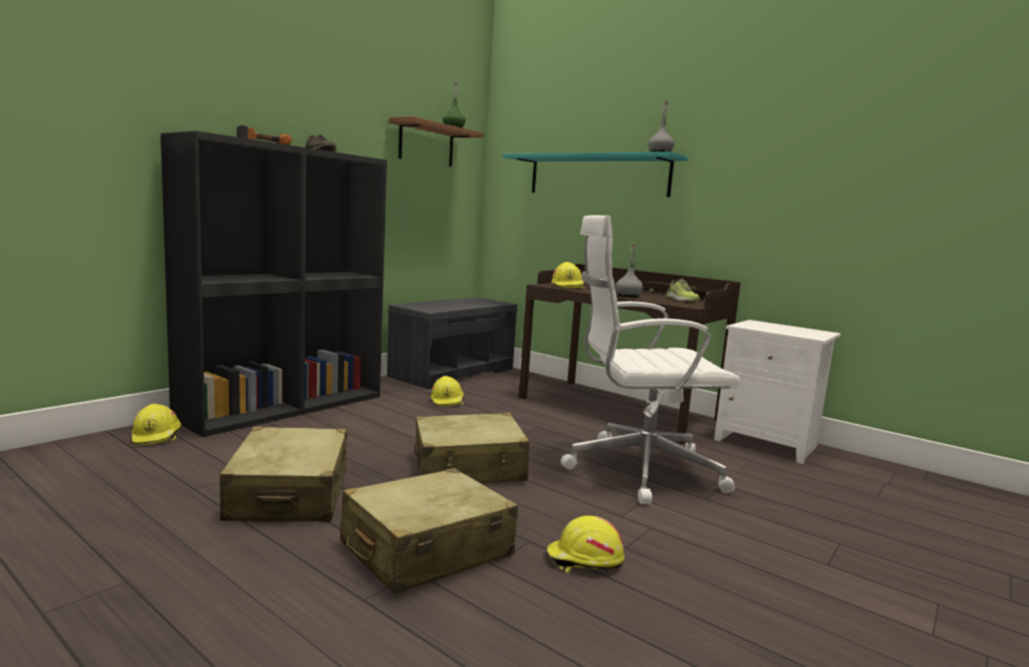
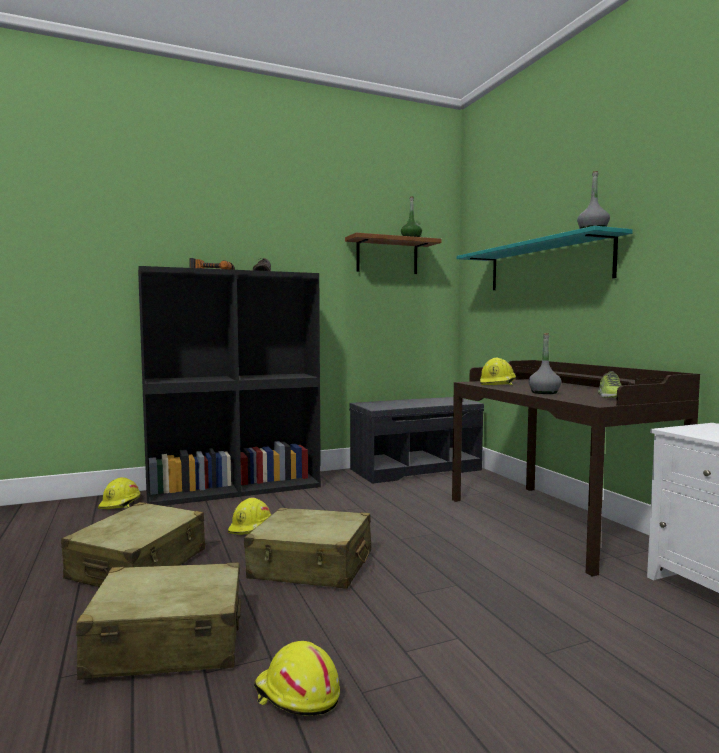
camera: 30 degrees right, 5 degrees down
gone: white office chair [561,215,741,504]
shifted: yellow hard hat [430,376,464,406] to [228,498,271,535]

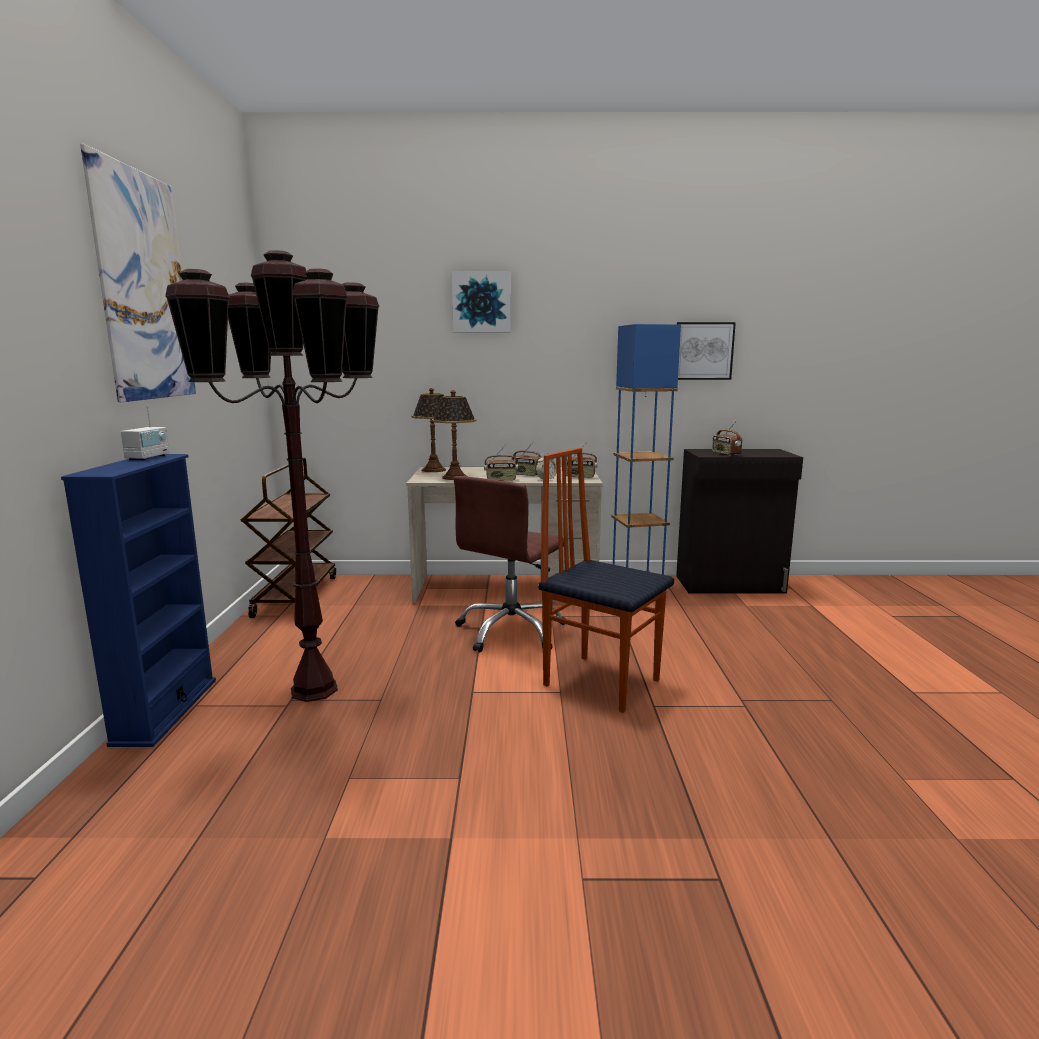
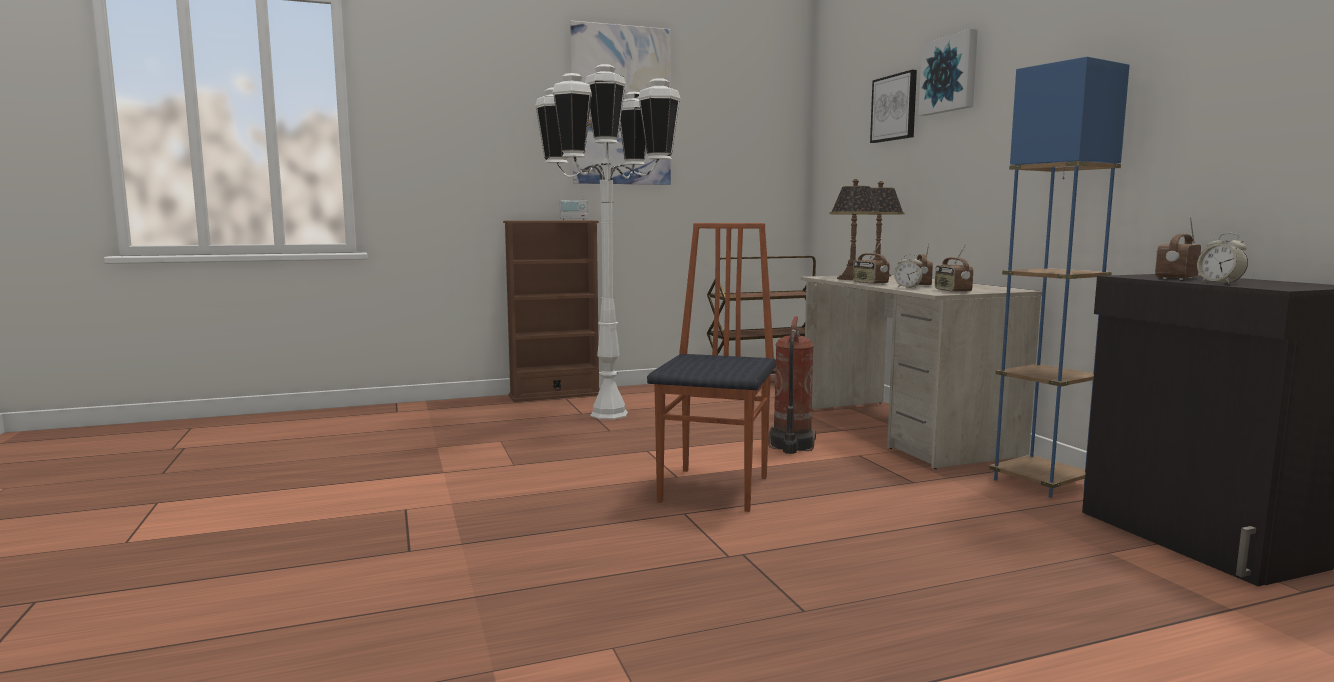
camera: 70 degrees right, 5 degrees down
new: alarm clock [1197,233,1248,284]
shifted: picture [677,322,736,380] to [870,70,917,143]
swapped: brown office chair [454,476,565,652] to fire extinguisher [768,316,816,454]
repainted: blue bookcase [61,454,216,747] to brown bookcase [503,220,599,402]; brown floor lamp [165,250,379,702] to white floor lamp [535,64,681,419]

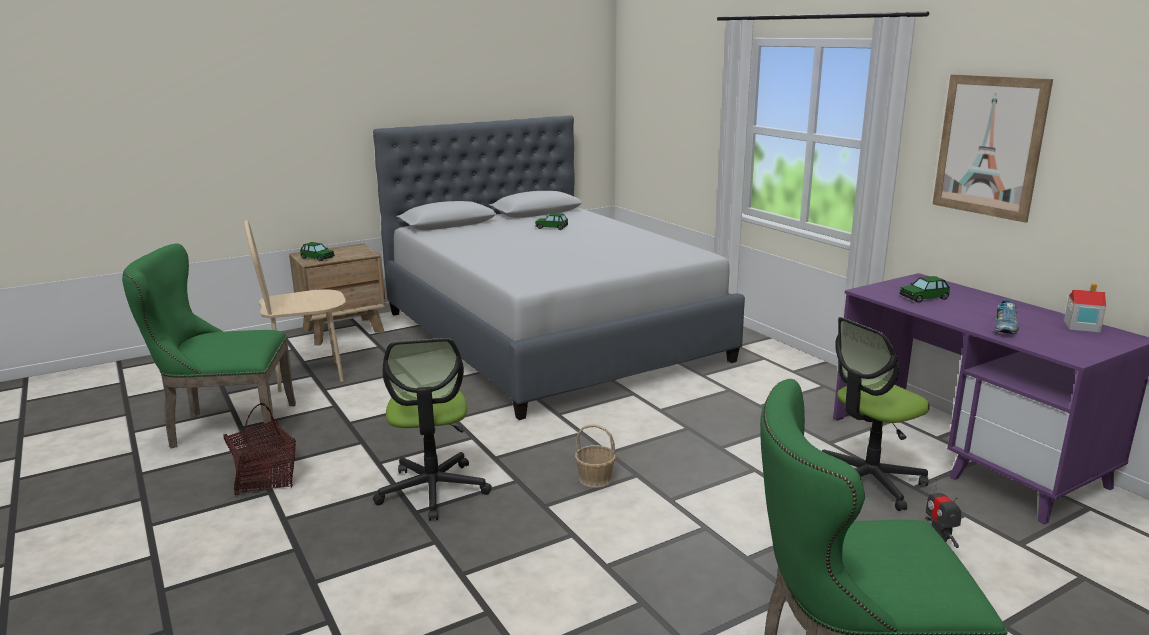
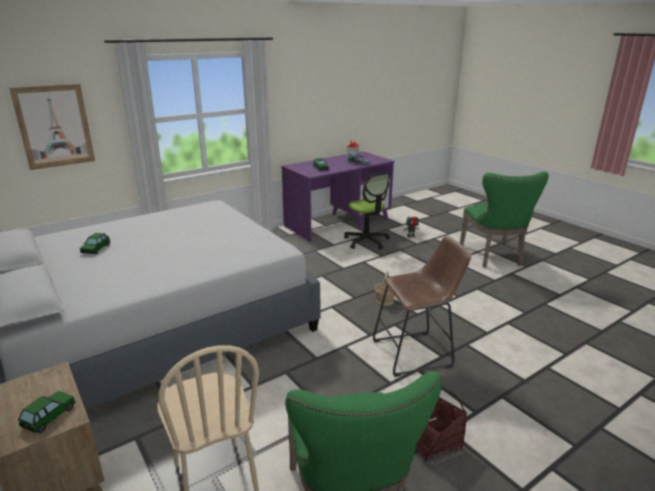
camera: 95 degrees left, 5 degrees up
shifted: picture [933,74,1053,223] to [9,84,95,170]
swapped: office chair [373,338,492,521] to brown stool [373,235,471,377]

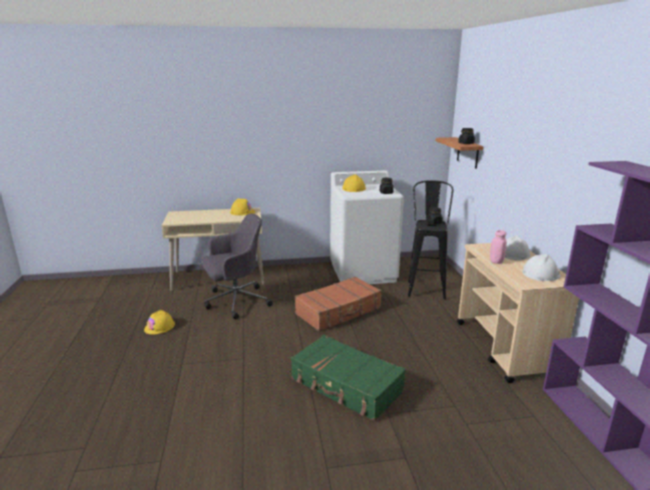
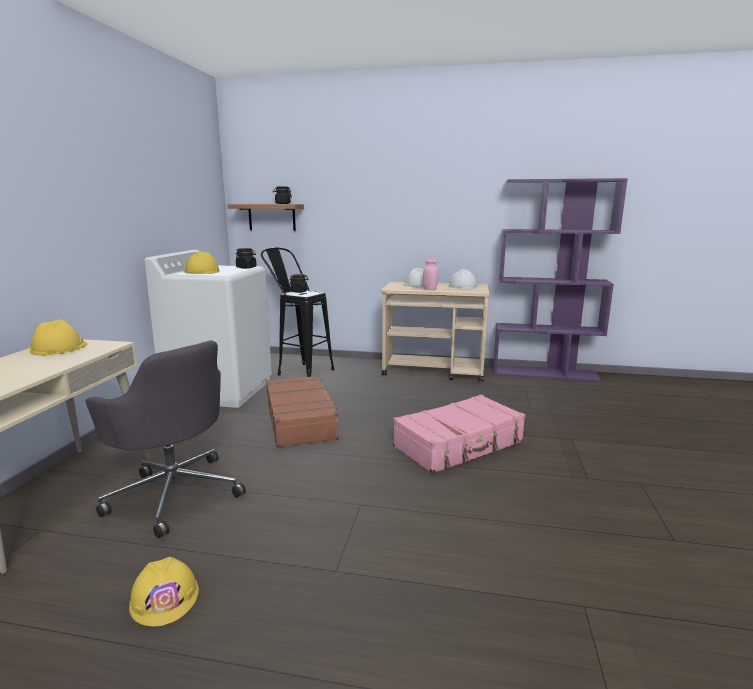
camera: 70 degrees left, 5 degrees down
repainted: green suitcase [291,335,406,422] to pink suitcase [393,395,525,474]
rotated: grey office chair [201,214,273,319] = [85,340,246,538] 135 degrees clockwise

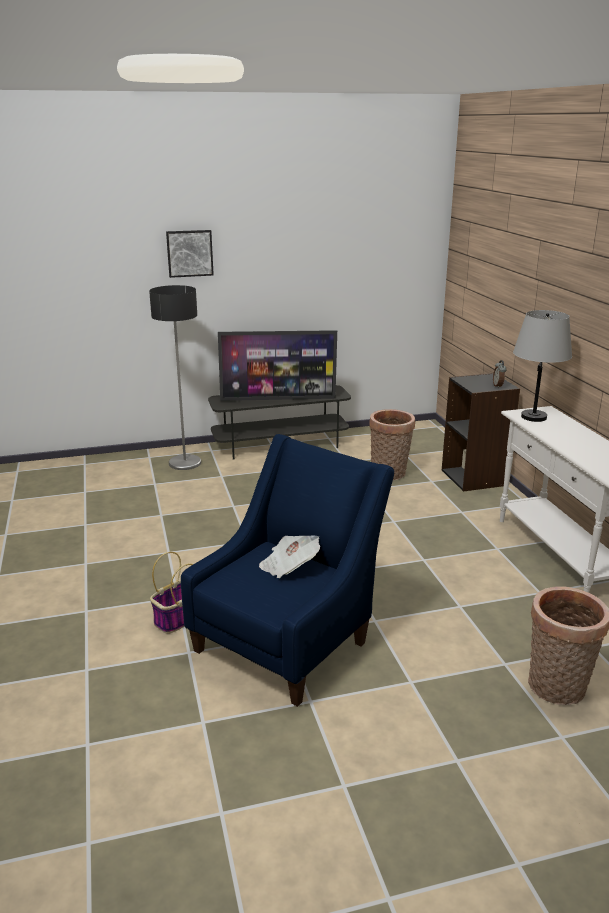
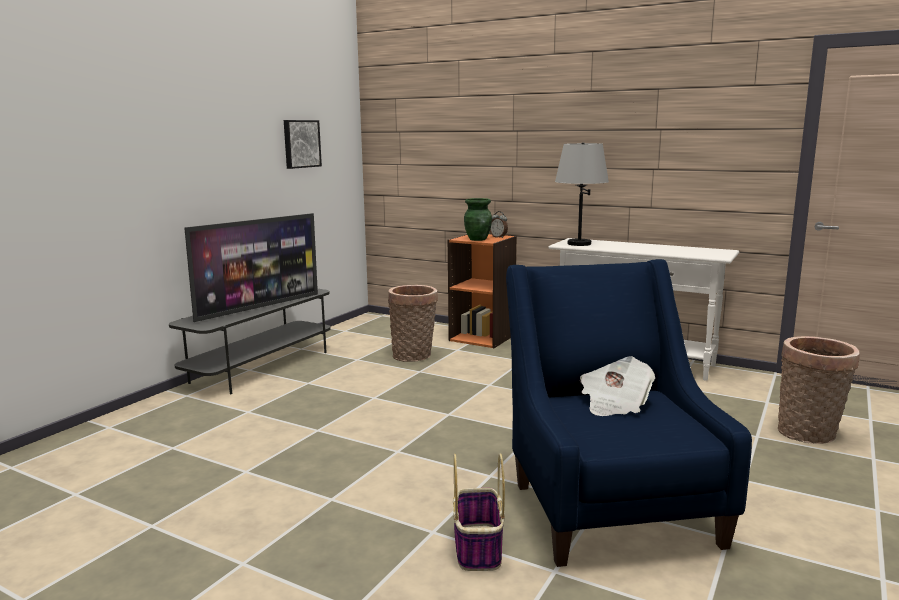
camera: 45 degrees left, 10 degrees down
gone: floor lamp [149,285,201,470]
new: green vase [464,198,492,241]
shifted: picture [166,230,214,278] to [284,120,322,169]
repainted: black bookcase [442,373,520,492] to orange bookcase [448,234,517,348]

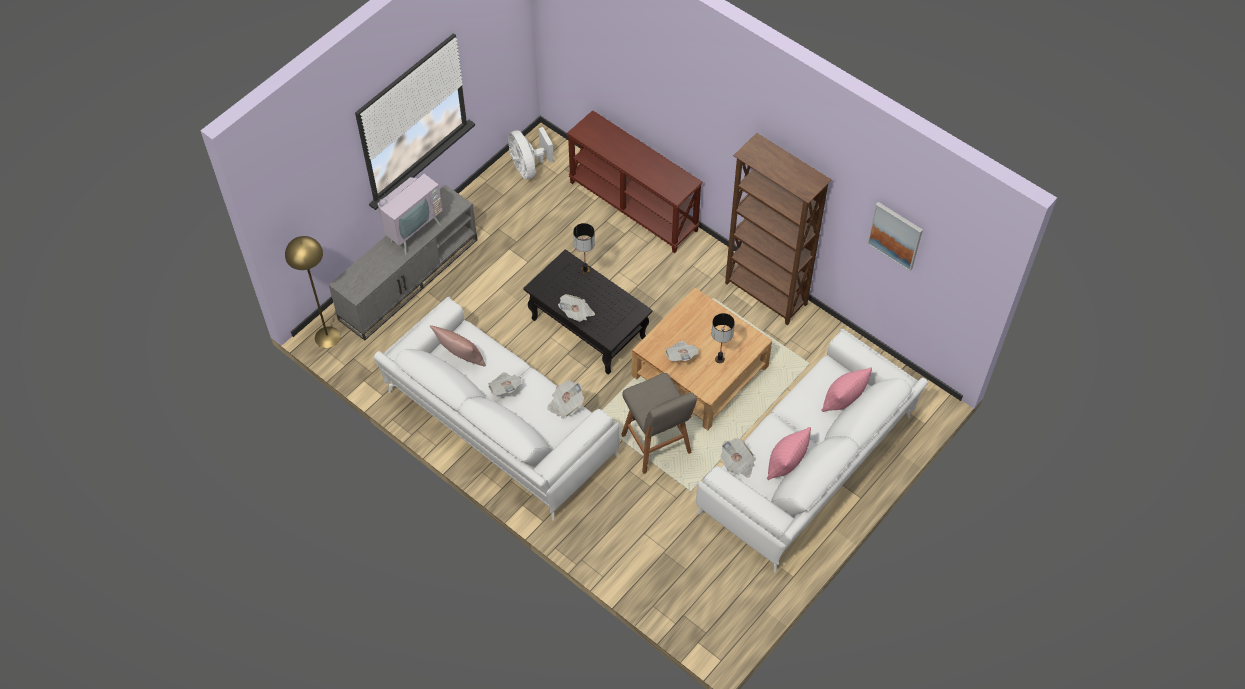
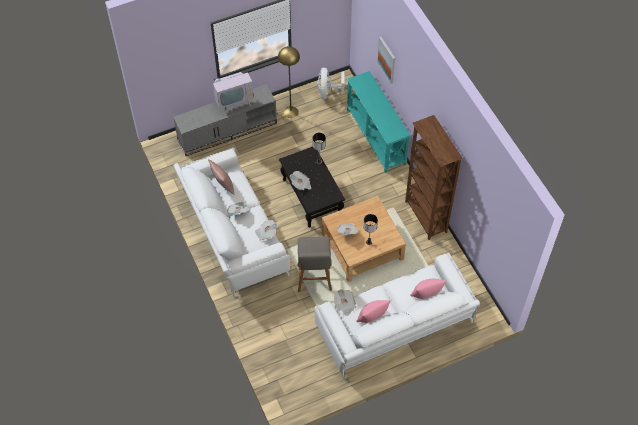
camera: 25 degrees right, 0 degrees up
shifted: yellow floor lamp [285,236,341,348] to [278,46,300,118]; picture [867,202,923,271] to [377,37,395,83]
repainted: brown console table [567,110,702,253] to turquoise console table [347,71,411,173]

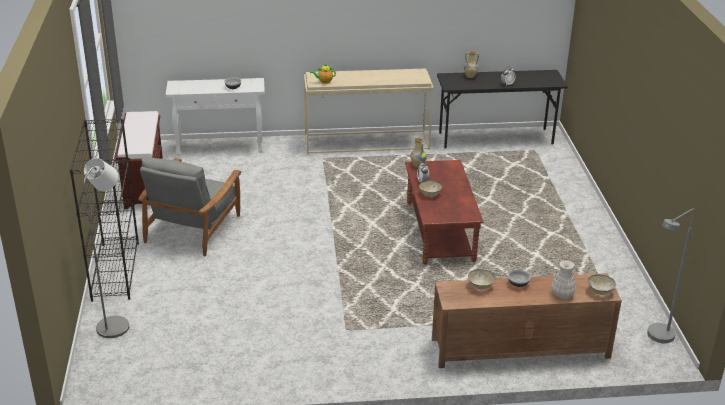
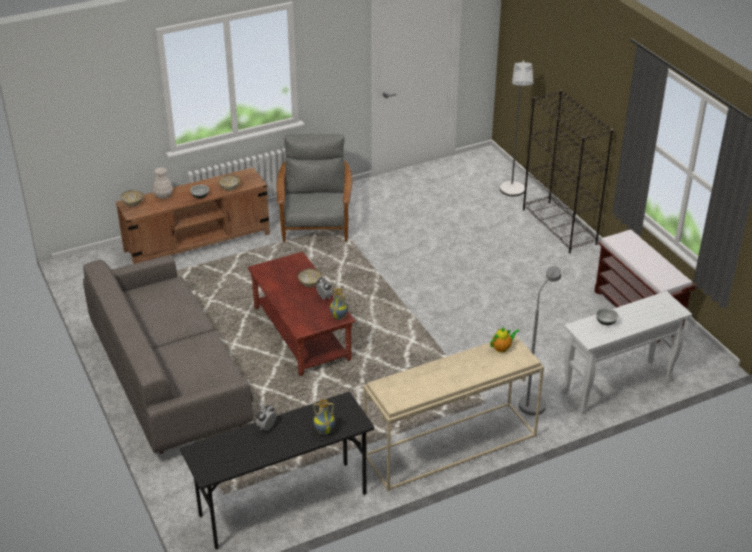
camera: 160 degrees right, 5 degrees up
new: grey sofa [83,255,253,454]
shifted: grey armchair [138,156,241,256] to [276,134,352,242]; grey floor lamp [647,208,695,343] to [519,266,561,416]

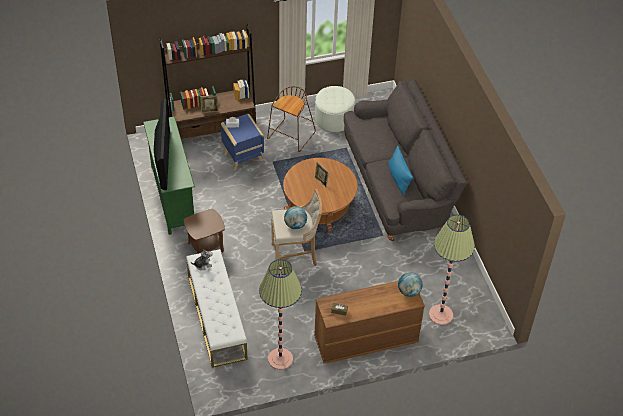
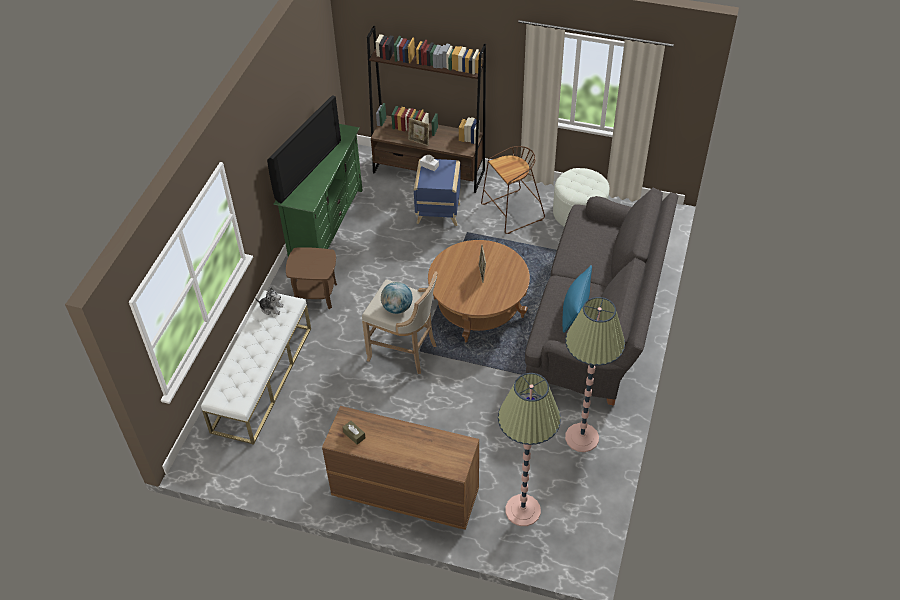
camera: 35 degrees right, 0 degrees up
gone: globe [398,272,423,297]
shifted: floor lamp [259,259,302,370] to [565,297,625,452]

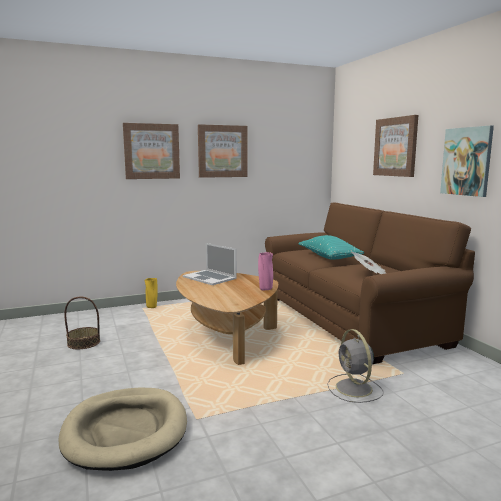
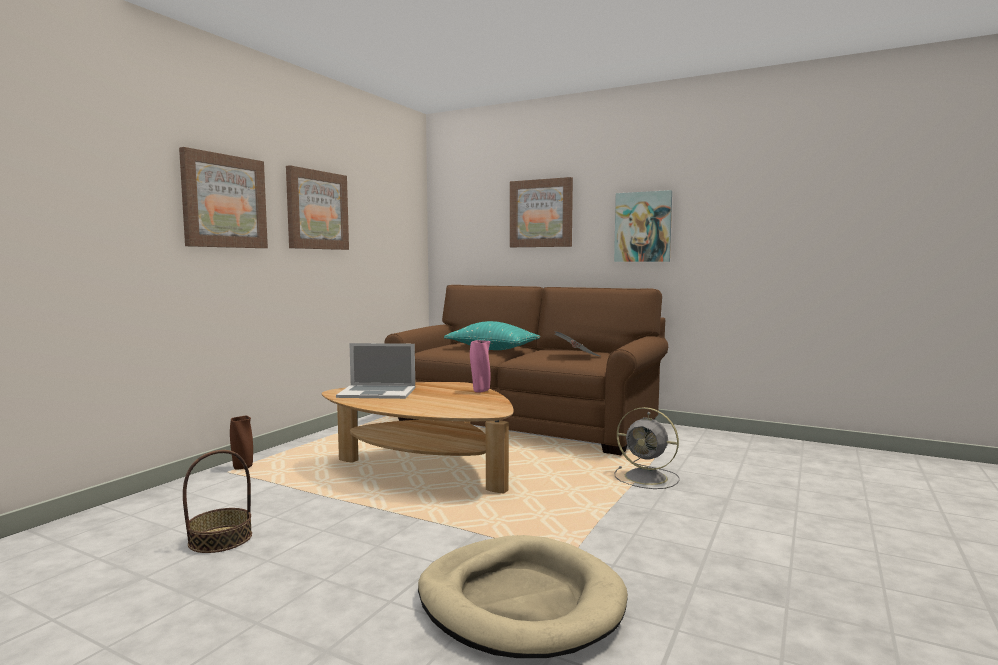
camera: 40 degrees left, 5 degrees down
repainted: yellow vase [145,278,158,308] to brown vase [230,416,253,470]

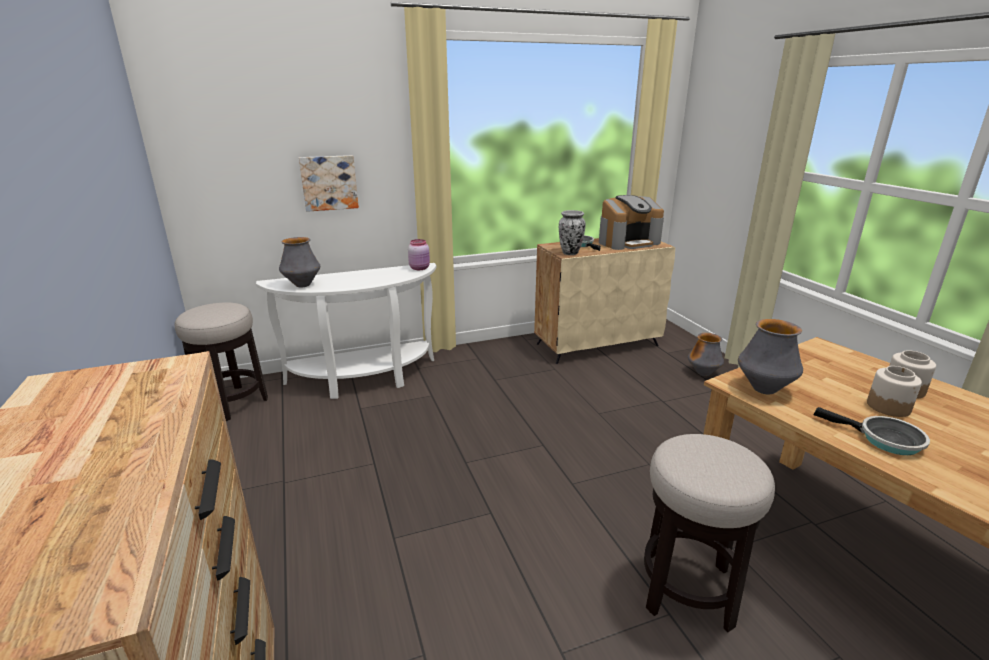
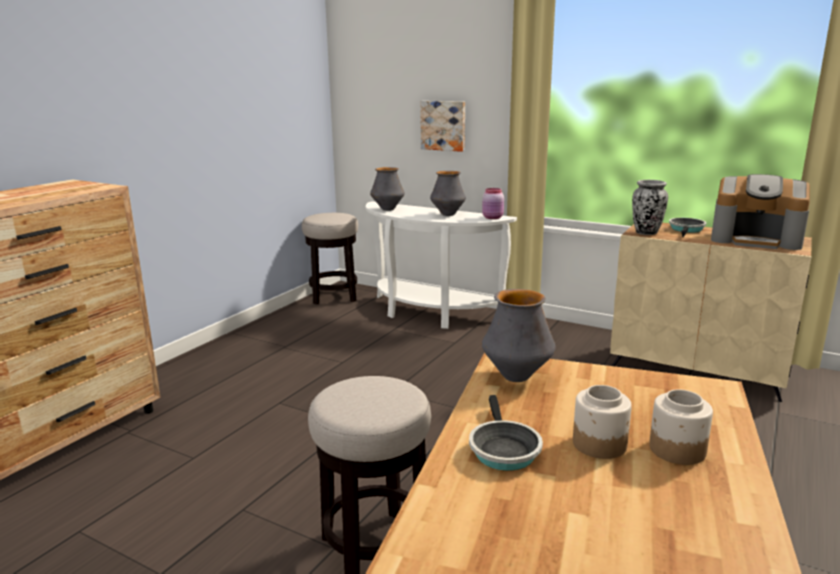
camera: 50 degrees right, 5 degrees down
shifted: vase [688,333,724,376] to [430,171,466,216]

